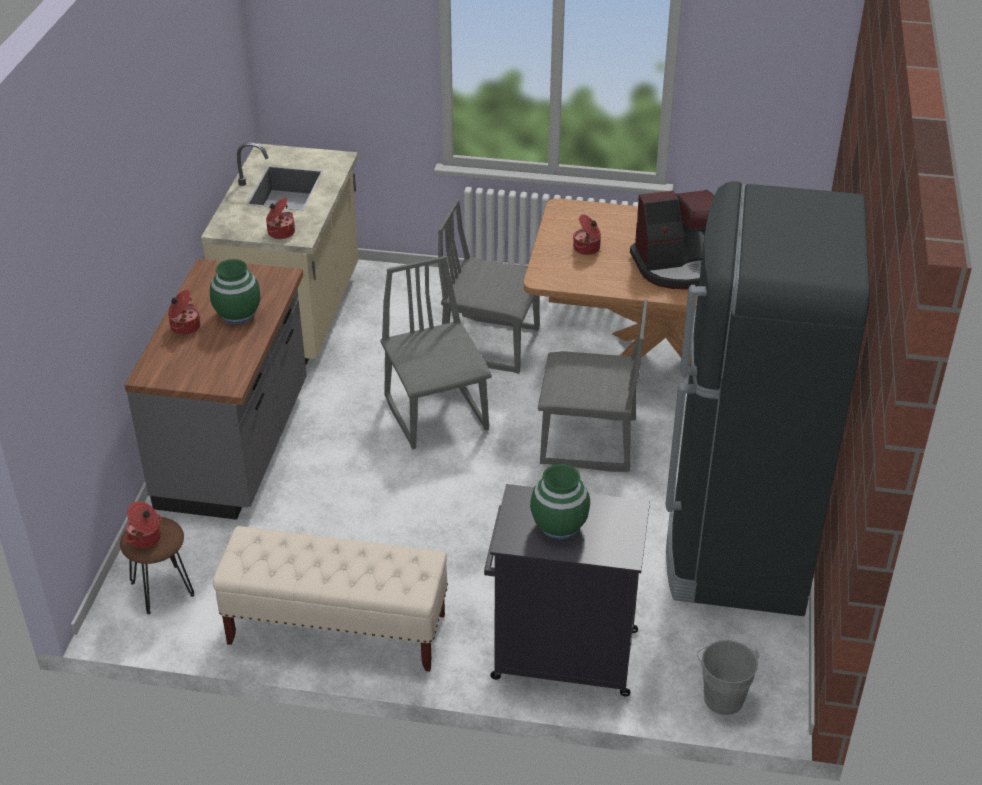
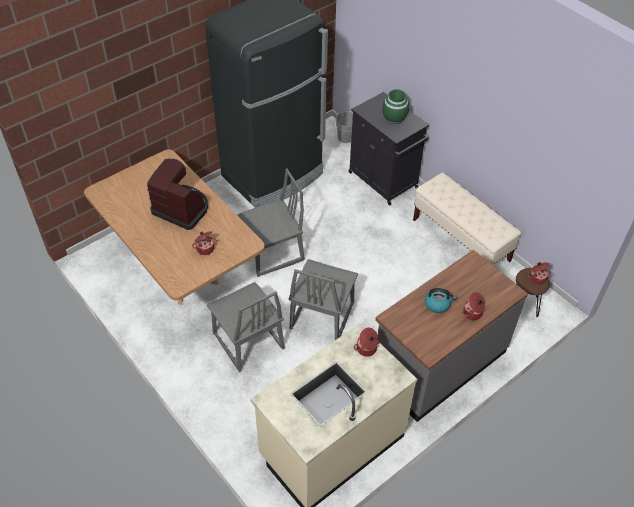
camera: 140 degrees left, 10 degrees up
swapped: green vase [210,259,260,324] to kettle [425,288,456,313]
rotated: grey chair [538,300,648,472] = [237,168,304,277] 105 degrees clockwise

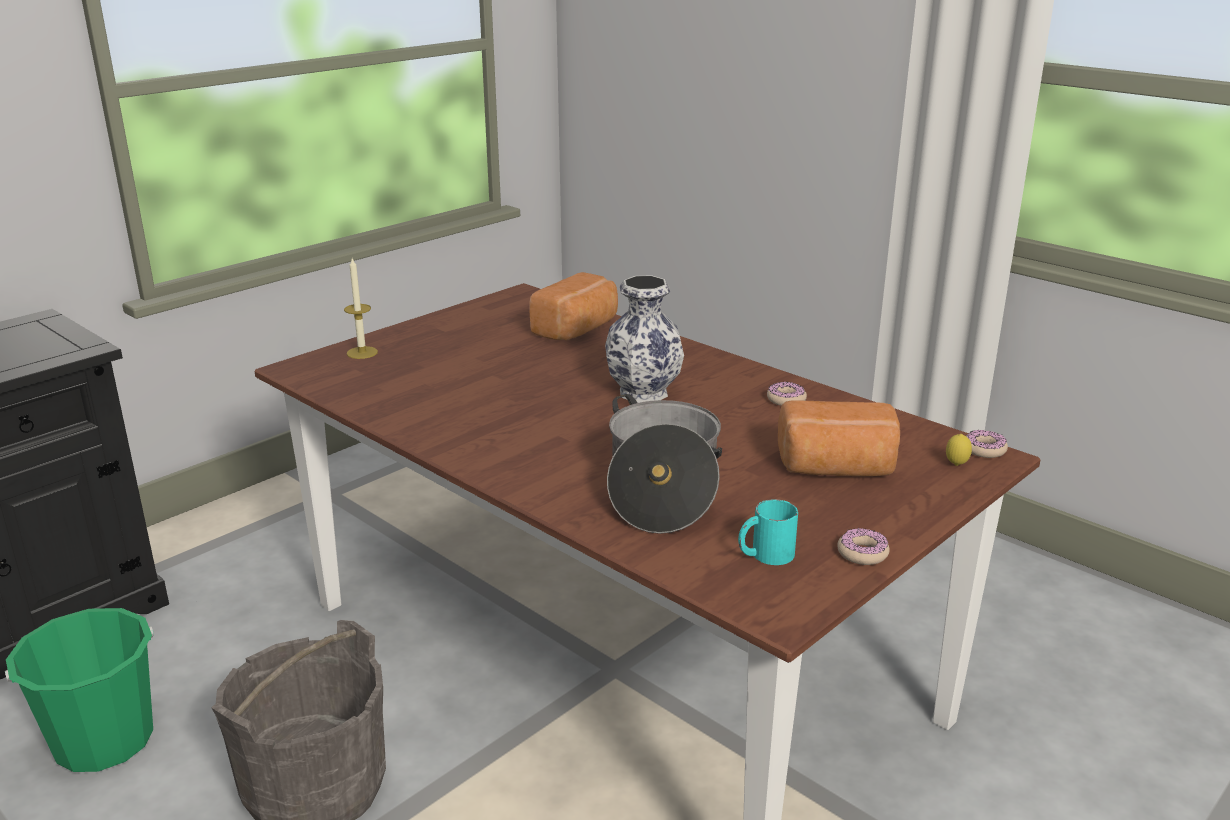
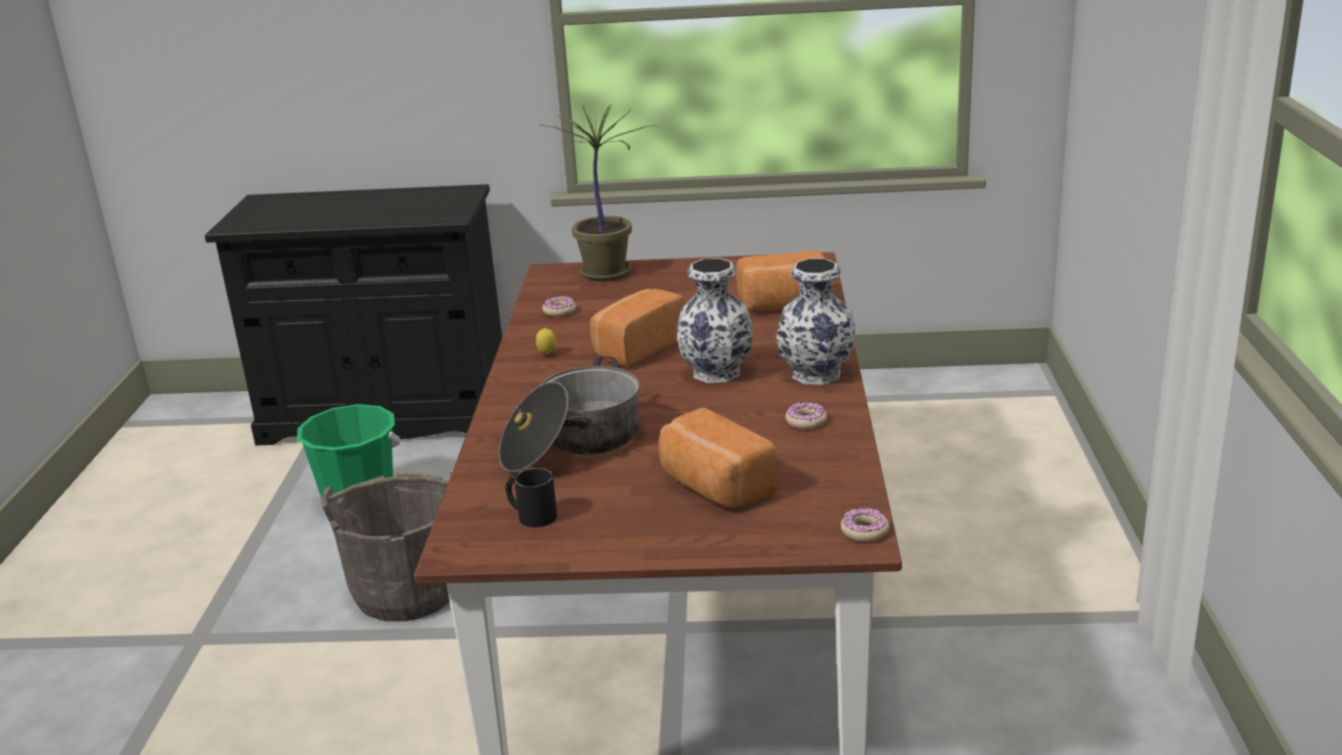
camera: 50 degrees right, 0 degrees up
new: bread [590,289,685,367]; vase [776,258,856,385]
shifted: lemon [946,434,972,466] to [536,328,556,355]; donut [837,528,890,565] to [542,296,576,317]
swapped: candle [344,259,378,359] to potted plant [539,104,654,281]
repainted: turquoise mug [738,499,798,565] to black mug [505,468,557,527]

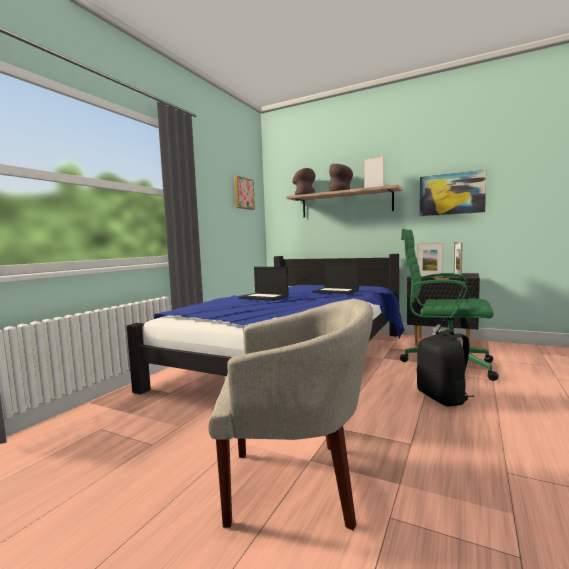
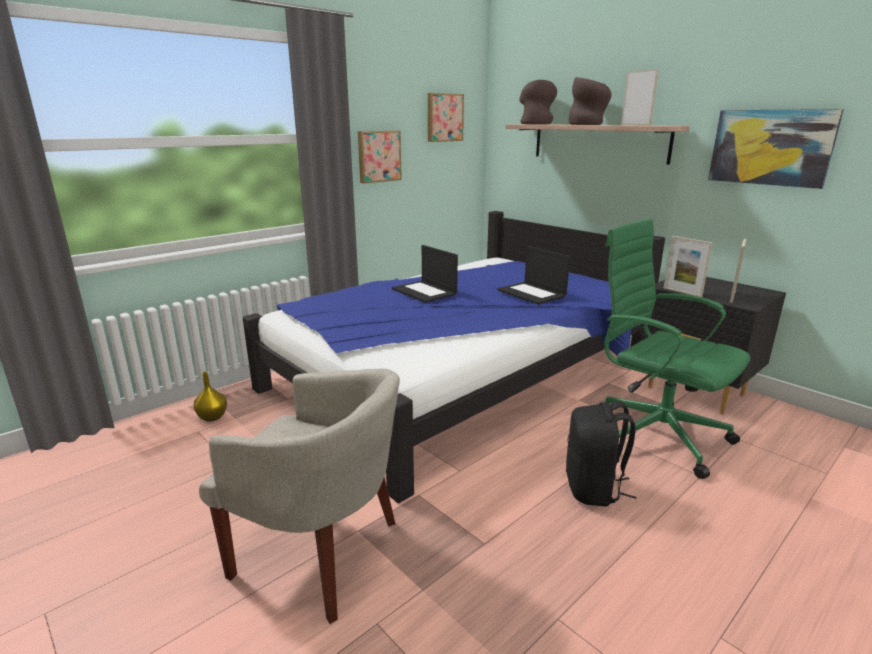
camera: 20 degrees right, 15 degrees up
new: yellow vase [194,372,227,422]; picture [358,131,402,183]

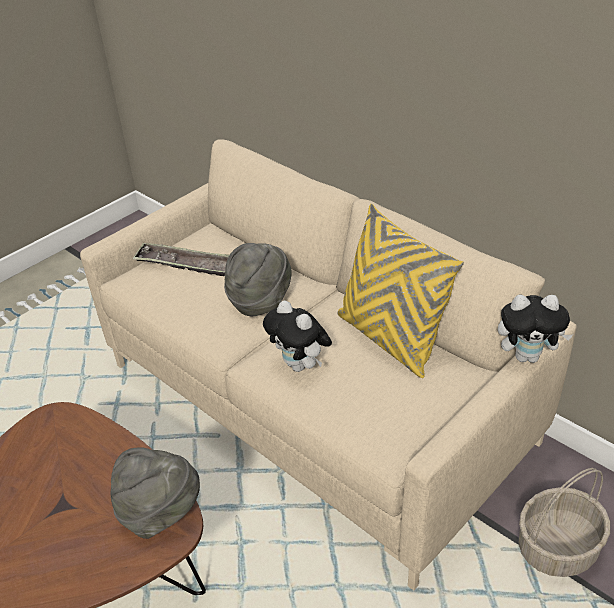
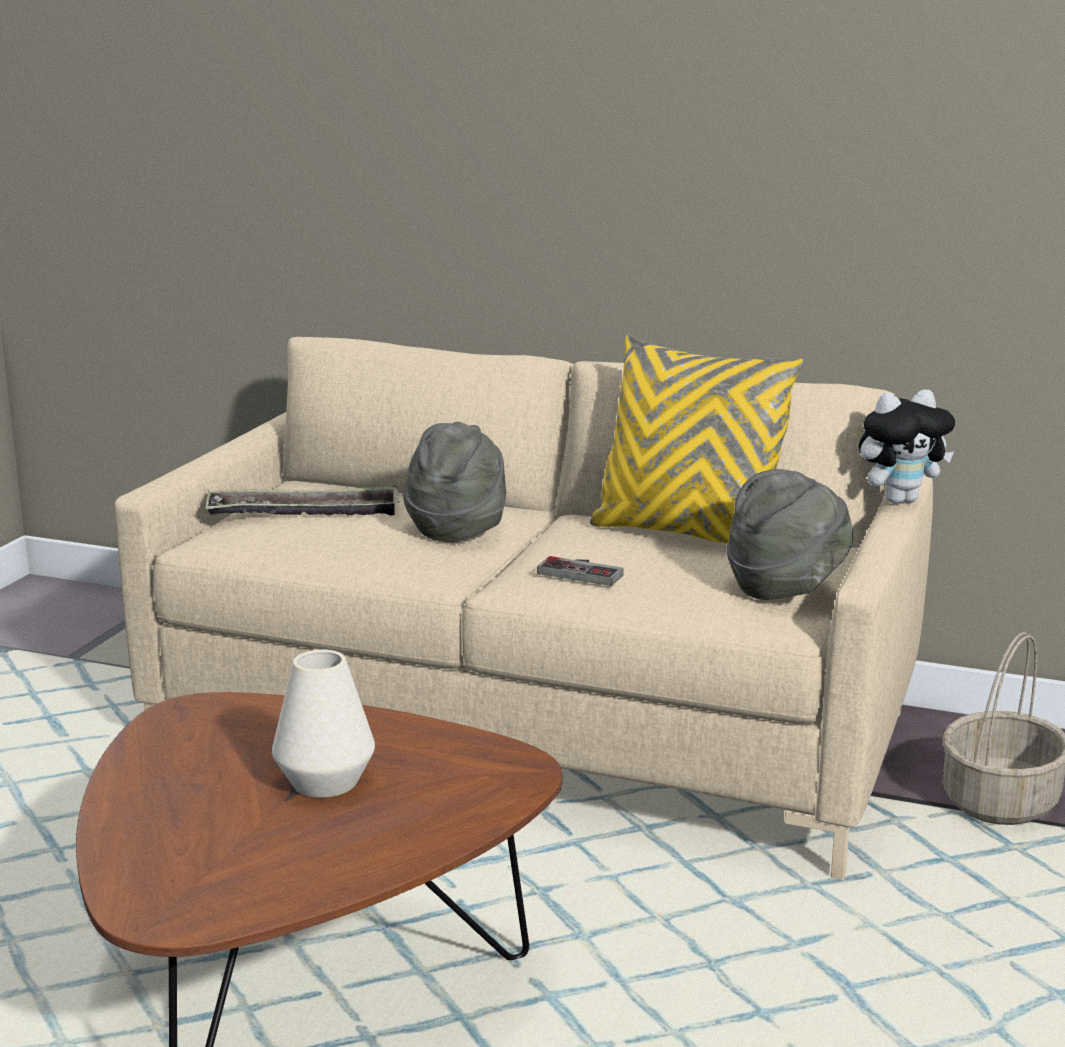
camera: 25 degrees left, 20 degrees down
new: white vase [272,650,375,798]
shifted: grey hat [111,447,200,539] to [726,469,853,600]
swapped: plush toy [263,300,332,372] to game controller [537,556,624,586]

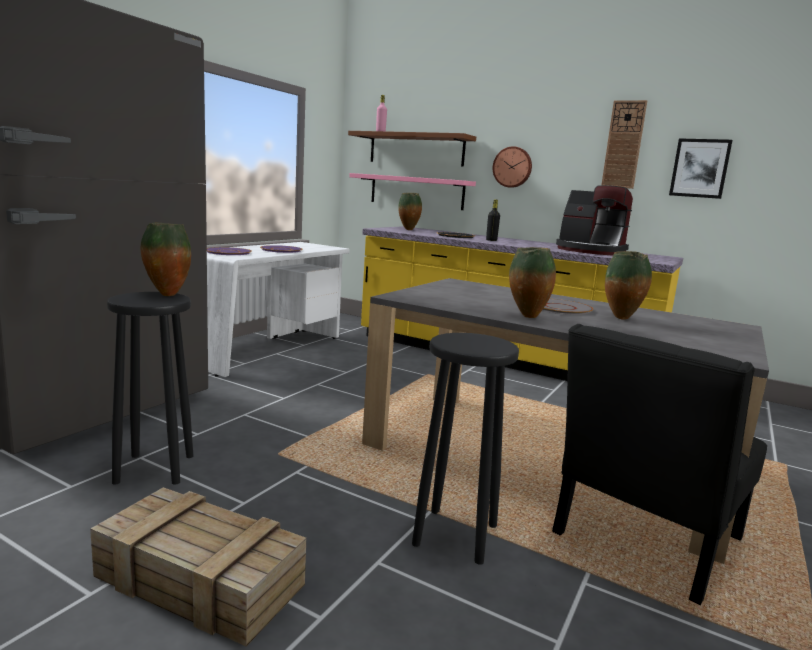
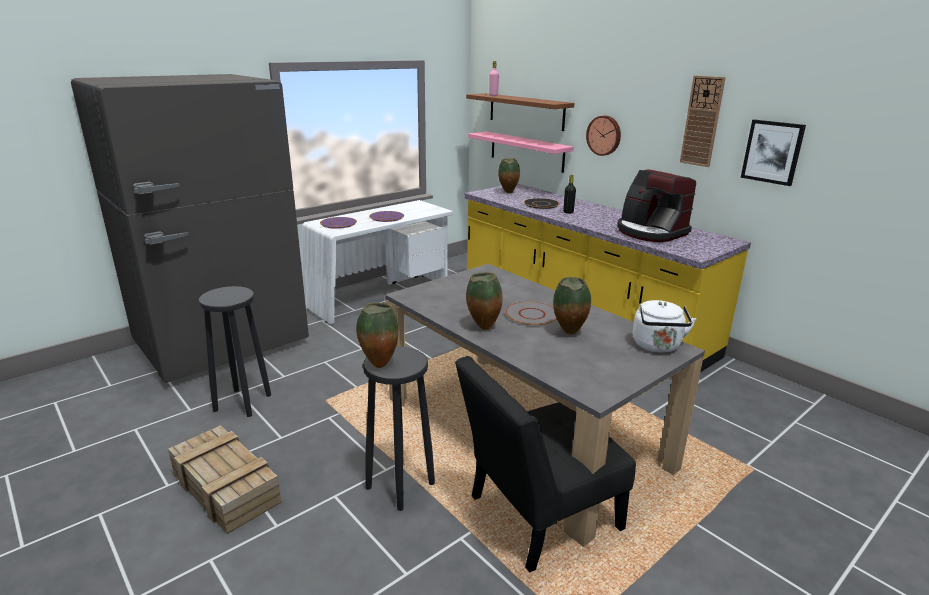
camera: 20 degrees right, 10 degrees up
new: white kettle [633,300,696,353]
shifted: vase [141,223,191,296] to [356,302,398,368]

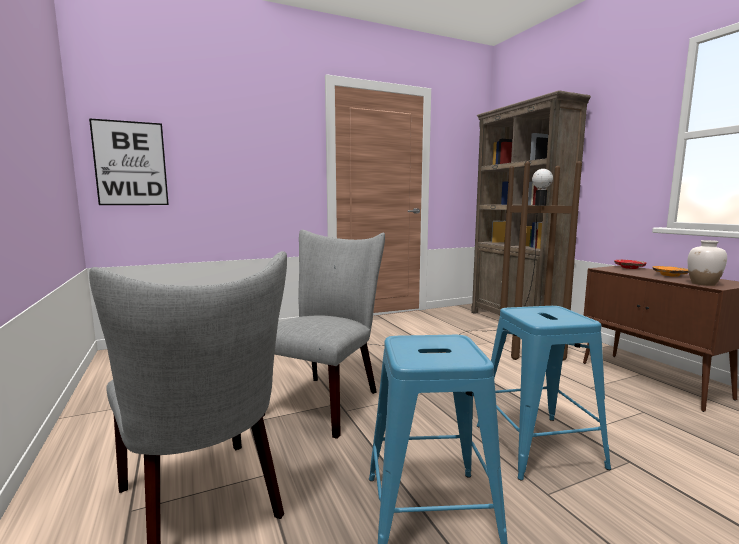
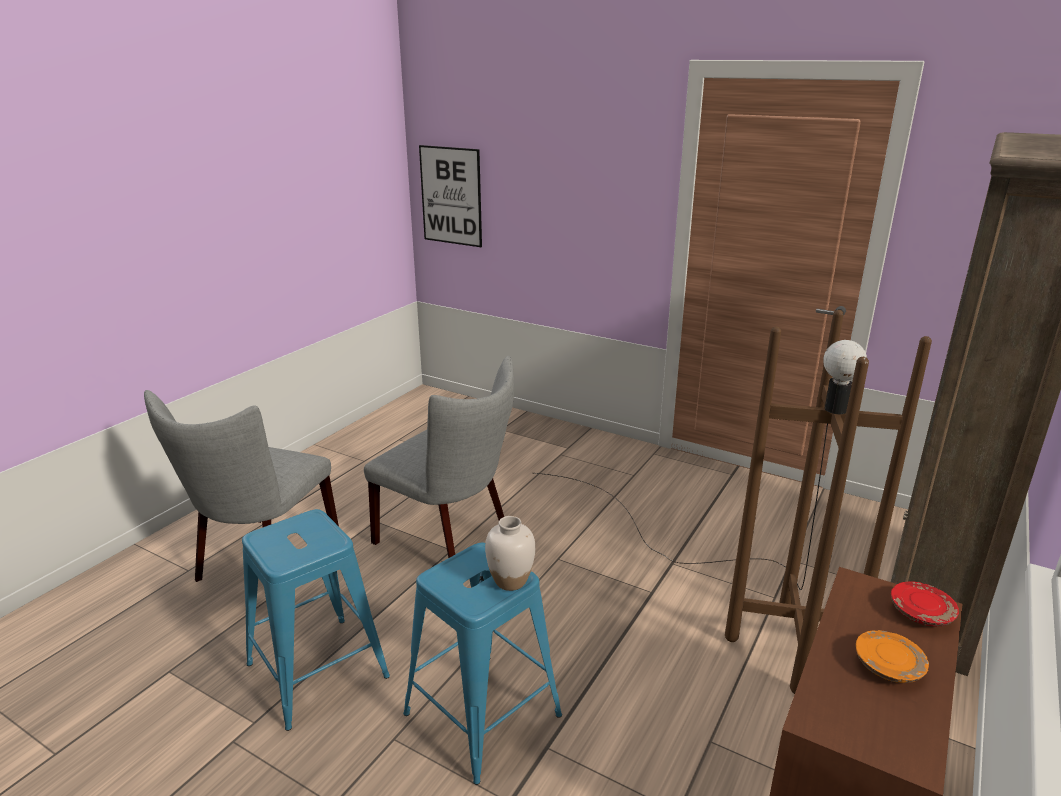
camera: 55 degrees right, 15 degrees up
shifted: white vase [688,240,727,286] to [485,516,535,591]
rotated: grey chair [263,230,385,439] = [364,356,515,558] 45 degrees clockwise

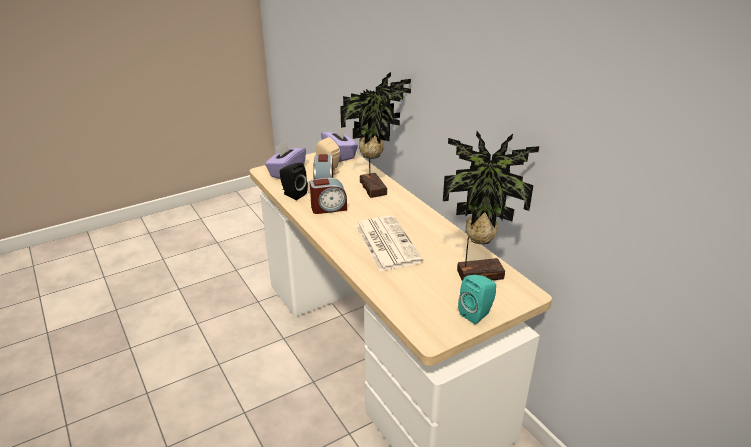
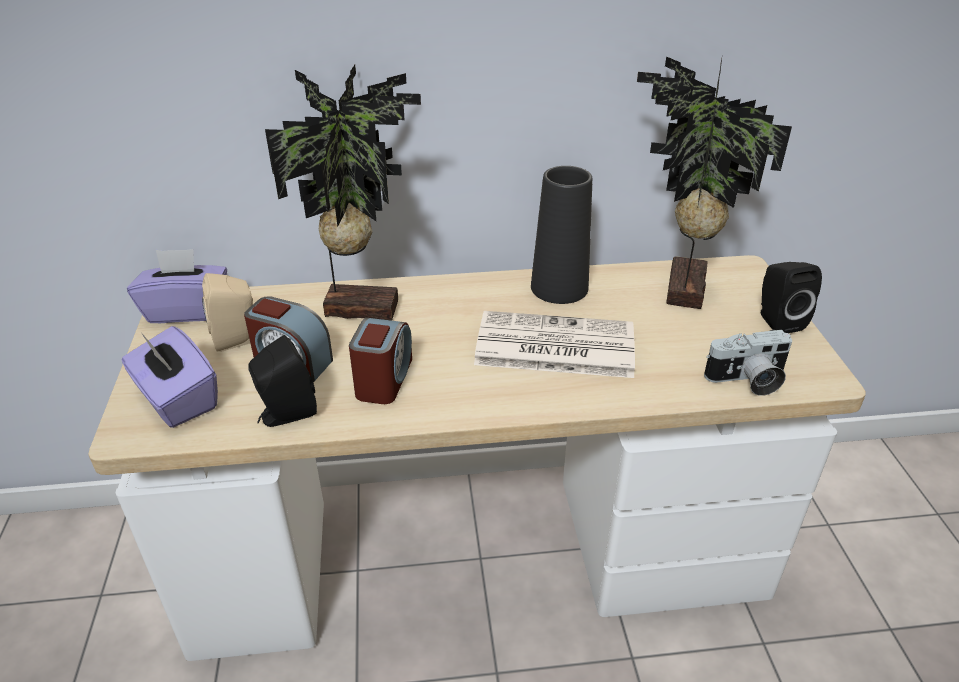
camera: 65 degrees left, 5 degrees up
new: black vase [531,166,592,304]; photo camera [704,330,792,396]
repainted: turquoise speaker [458,275,496,324] to black speaker [761,262,822,333]

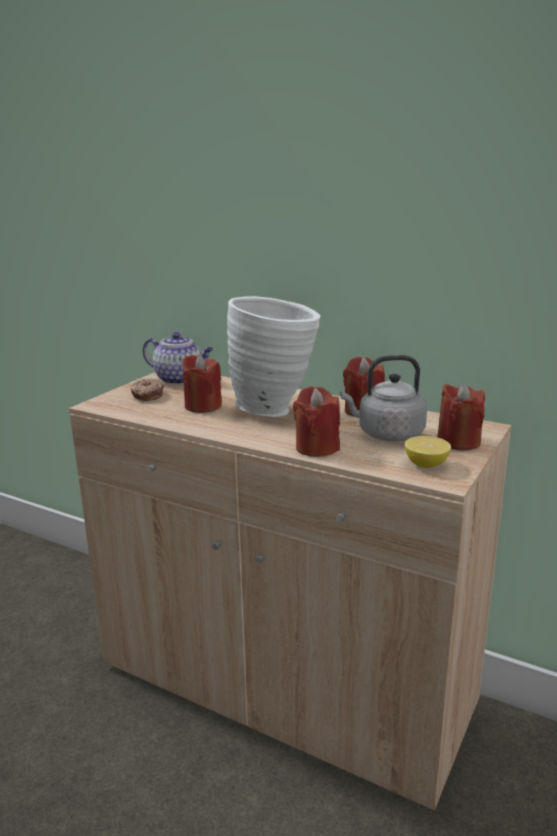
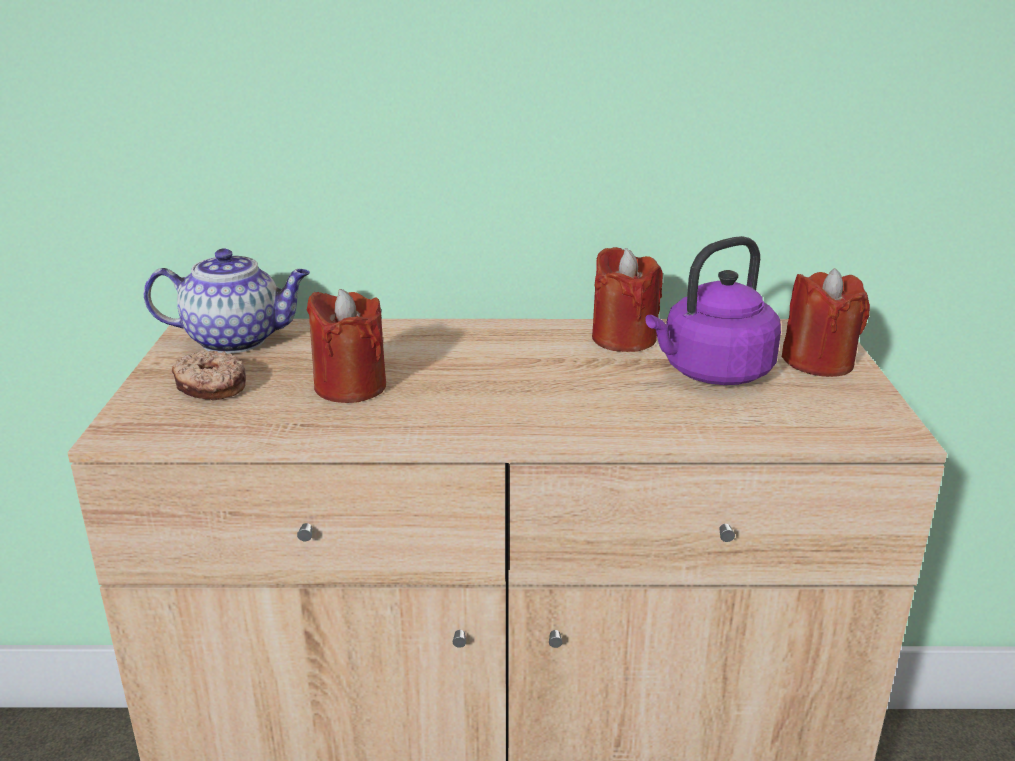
camera: 30 degrees left, 5 degrees up
gone: white vase [227,296,320,417]; red candle [293,387,340,457]; lemon [405,436,451,468]
repainted: grey kettle [340,355,427,441] to purple kettle [645,236,781,385]

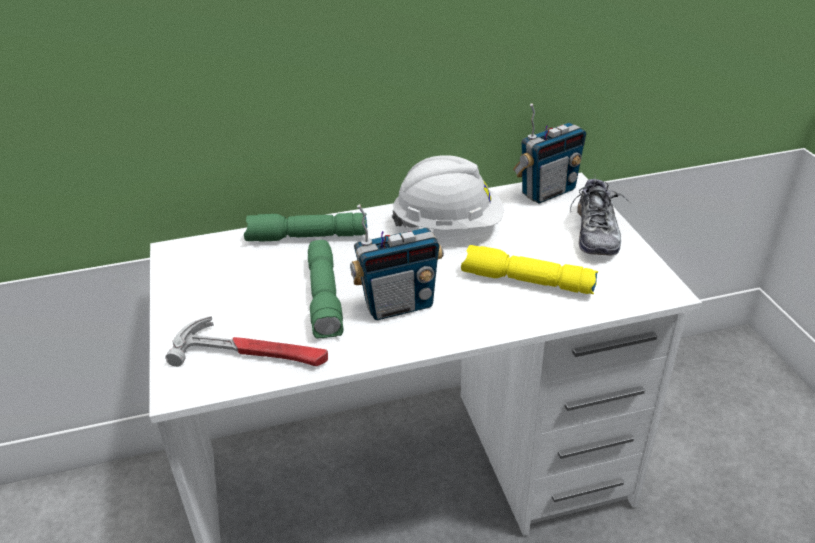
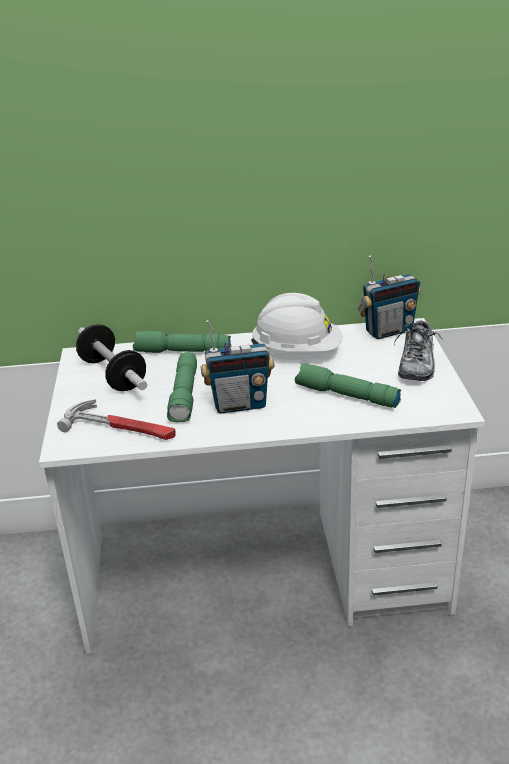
camera: 10 degrees right, 5 degrees down
new: dumbbell [76,324,147,391]
repainted: yellow flashlight [461,245,598,294] to green flashlight [295,363,401,408]

